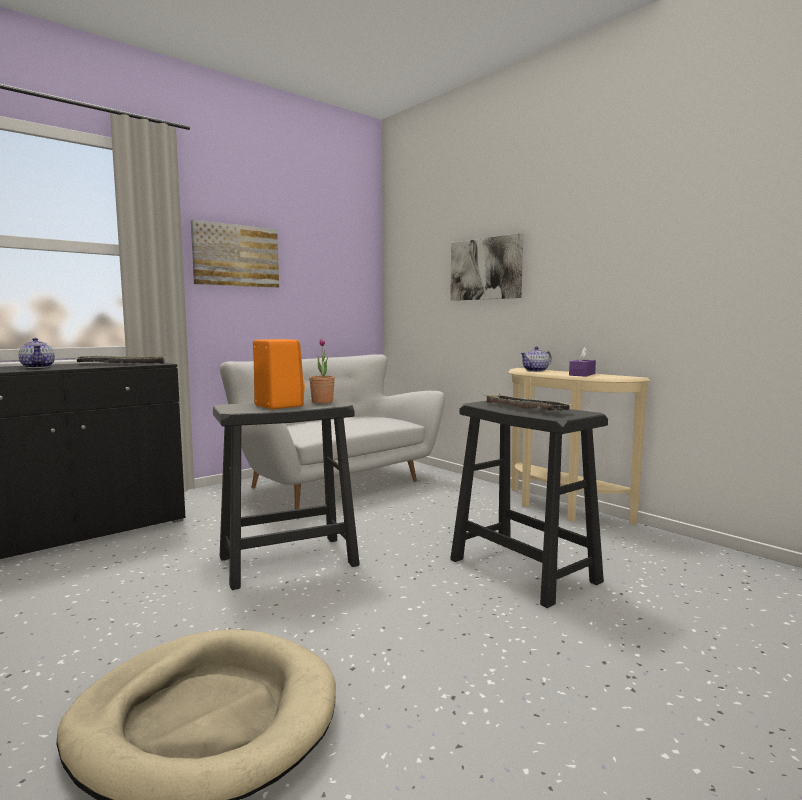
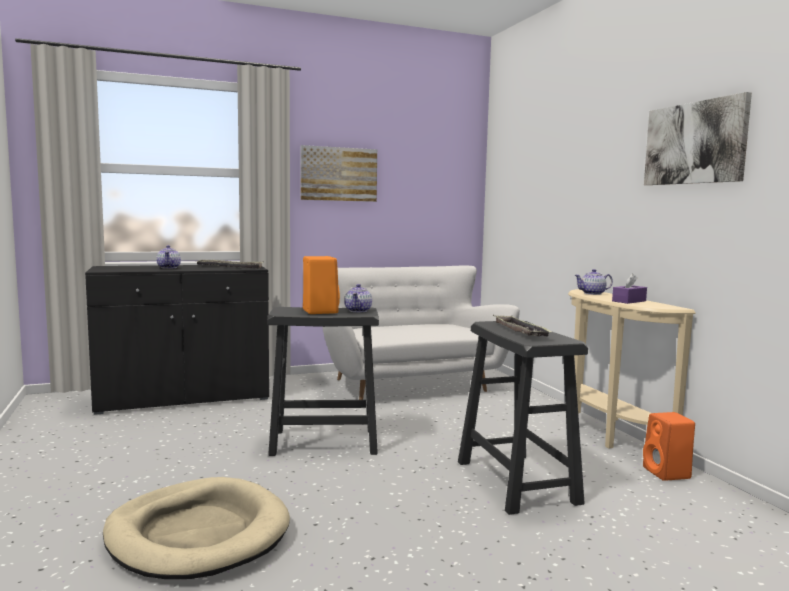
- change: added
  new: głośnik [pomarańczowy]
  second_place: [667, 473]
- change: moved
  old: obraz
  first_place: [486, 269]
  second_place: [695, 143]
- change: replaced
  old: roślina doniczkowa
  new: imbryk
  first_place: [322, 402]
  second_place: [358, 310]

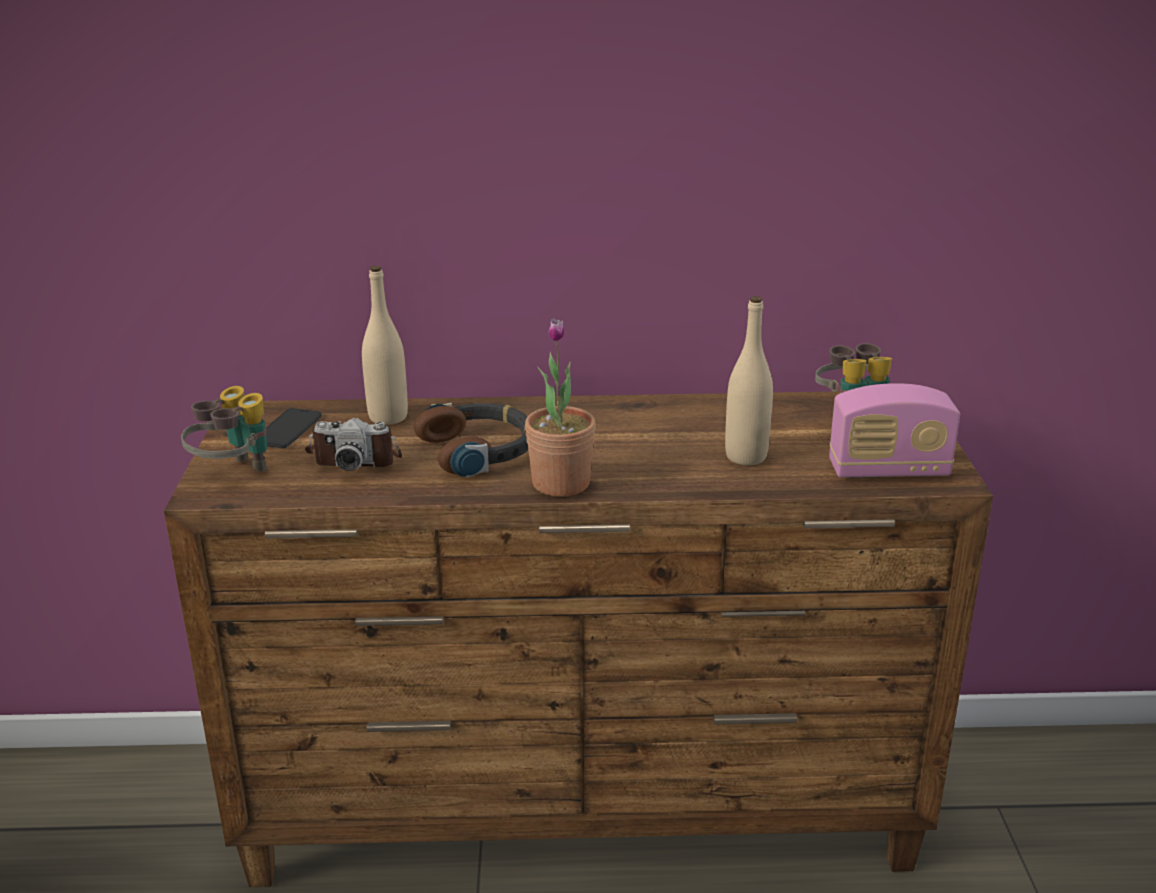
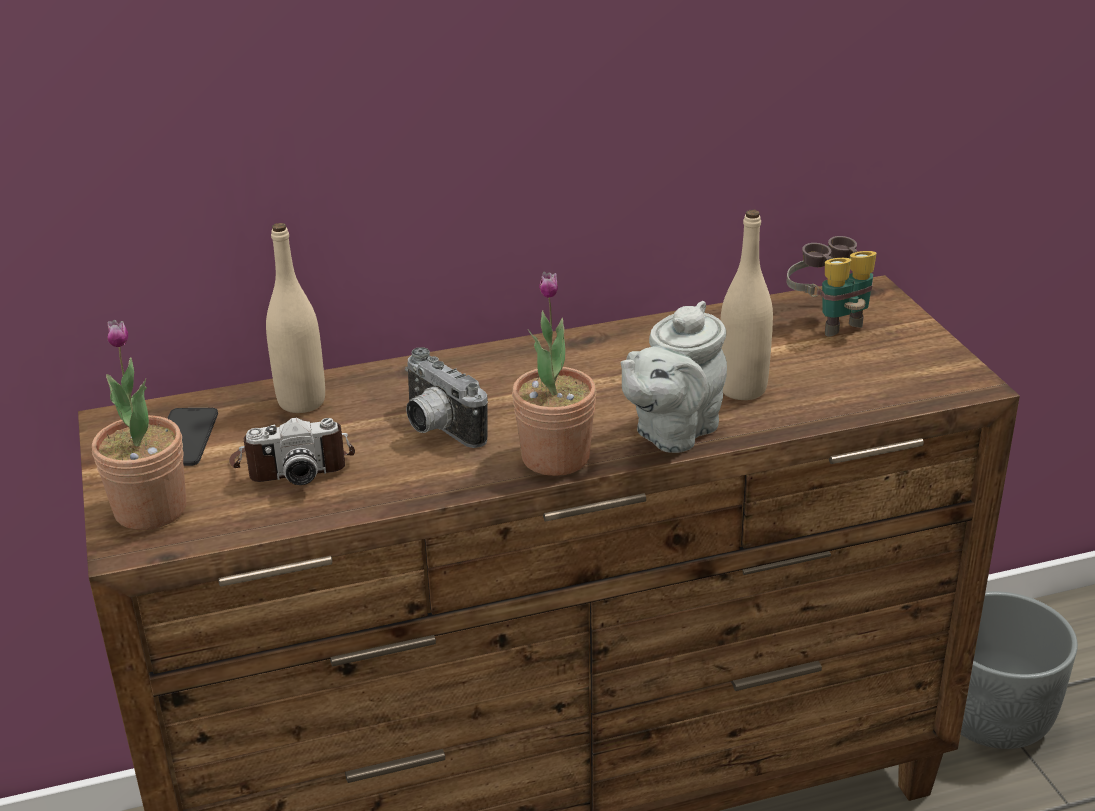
- change: removed
  old: radio
  first_place: [888, 470]
- change: added
  new: imbryk [szary]
  second_place: [672, 432]
- change: added
  new: donica [szary]
  second_place: [992, 717]
- change: replaced
  old: lornetka
  new: roślina doniczkowa
  first_place: [233, 473]
  second_place: [150, 510]
- change: replaced
  old: słuchawki
  new: aparat fotograficzny
  first_place: [479, 450]
  second_place: [437, 429]

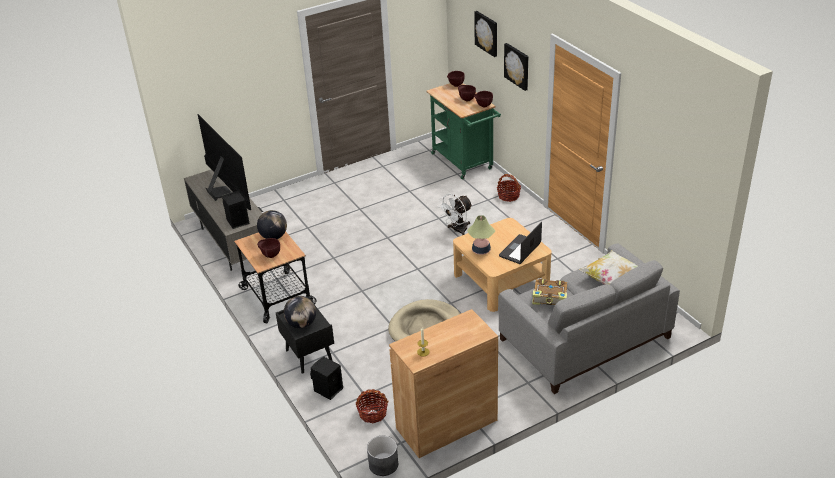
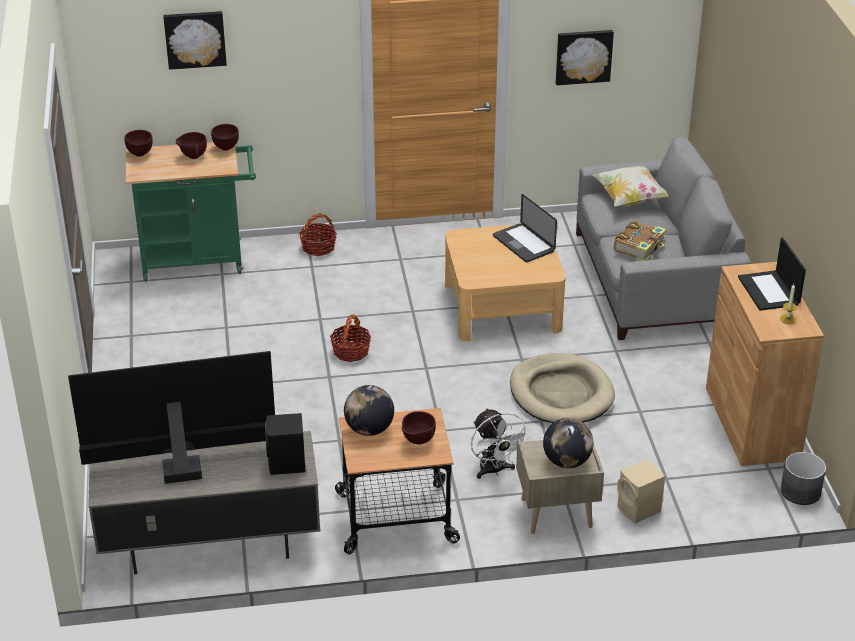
- change: removed
  old: lampa stołowa
  first_place: [481, 250]
- change: added
  new: laptop
  second_place: [769, 291]
- change: moved
  old: koszyk
  first_place: [372, 413]
  second_place: [351, 351]
- change: moved
  old: wentylator [biały]
  first_place: [457, 230]
  second_place: [494, 471]
- change: moved
  old: obraz
  first_place: [517, 66]
  second_place: [583, 56]
- change: recoloured
  old: szafka nocna [czarny]
  new: szafka nocna [beżowy]
  first_place: [308, 355]
  second_place: [555, 514]
- change: recoloured
  old: głośnik [czarny]
  new: głośnik [beżowy]
  first_place: [327, 390]
  second_place: [639, 510]

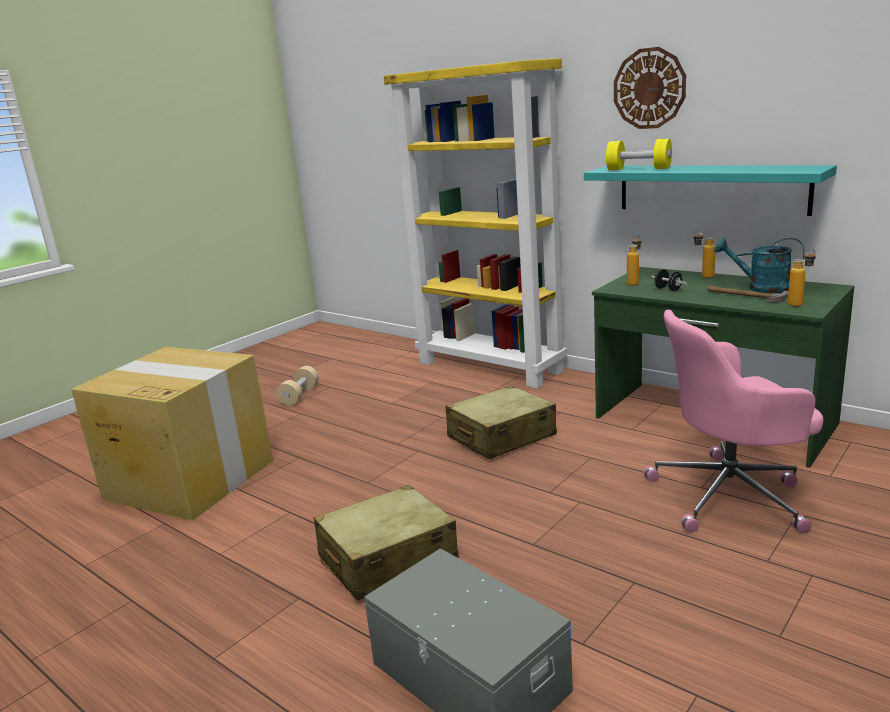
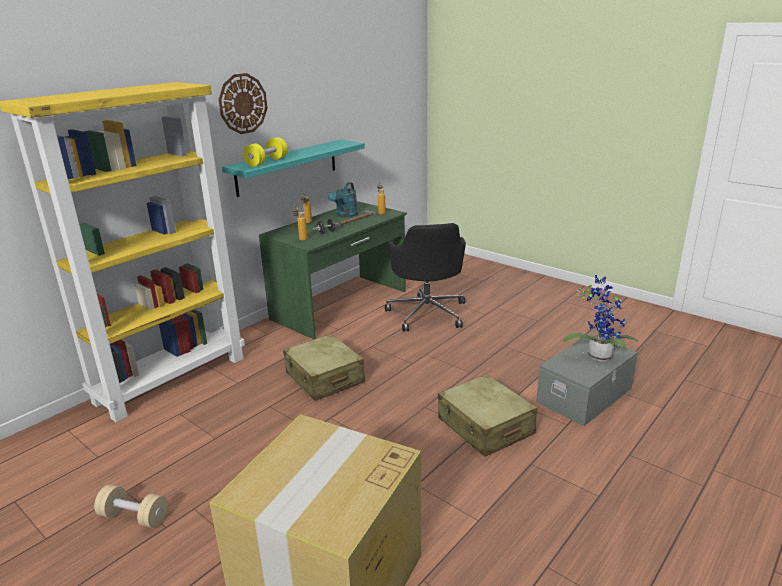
- change: added
  new: roślina doniczkowa
  second_place: [598, 354]
- change: recoloured
  old: krzesło biurowe [różowy]
  new: krzesło biurowe [czarny]
  first_place: [731, 495]
  second_place: [427, 313]

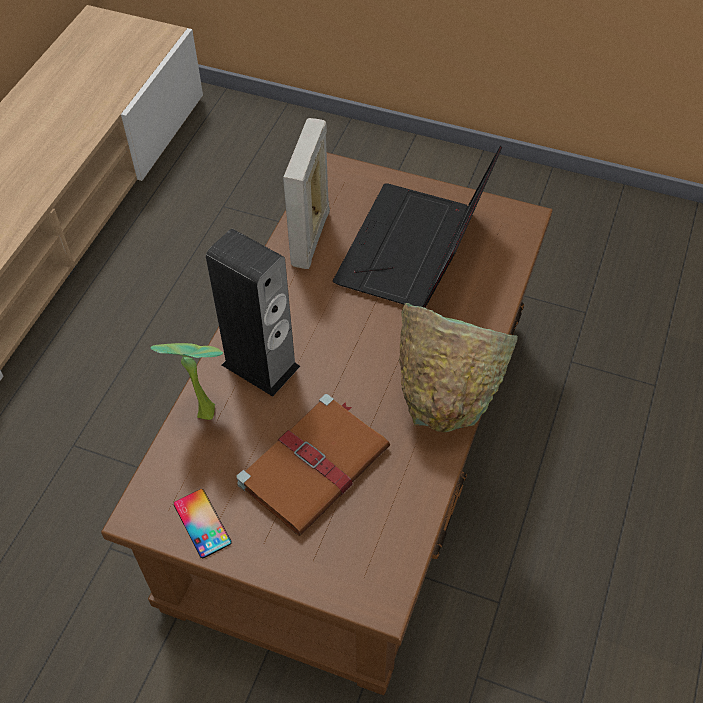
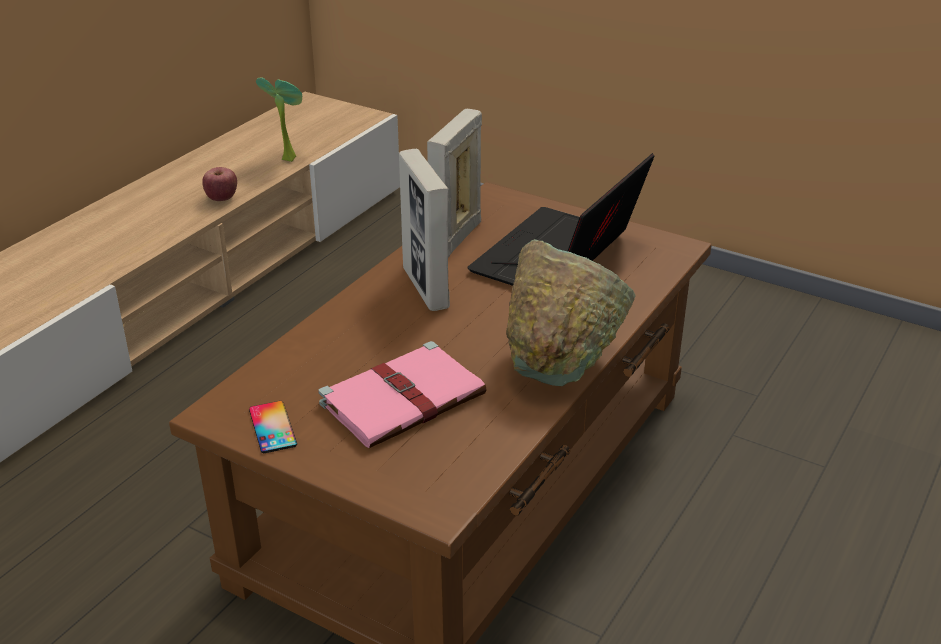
- change: removed
  old: głośnik
  first_place: [260, 365]
- change: added
  new: jabłko
  second_place: [222, 198]
- change: added
  new: ramka na zdjęcie
  second_place: [425, 288]
- change: moved
  old: roślina doniczkowa
  first_place: [203, 409]
  second_place: [288, 157]
- change: recoloured
  old: książka [brązowy]
  new: książka [różowy]
  first_place: [316, 464]
  second_place: [405, 398]

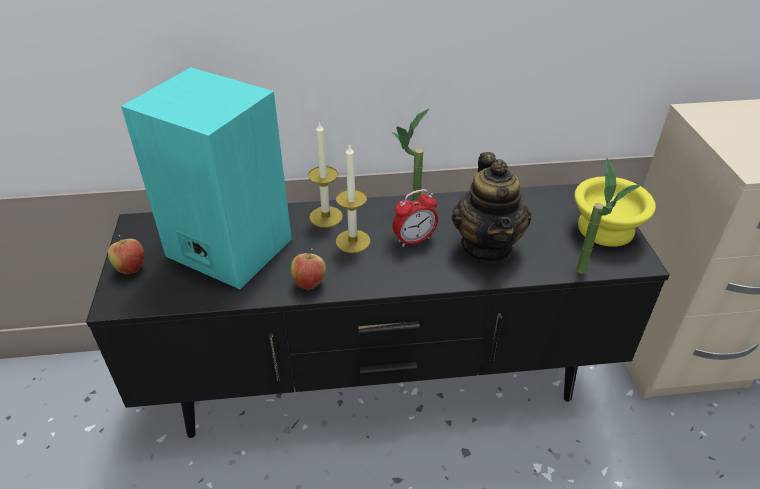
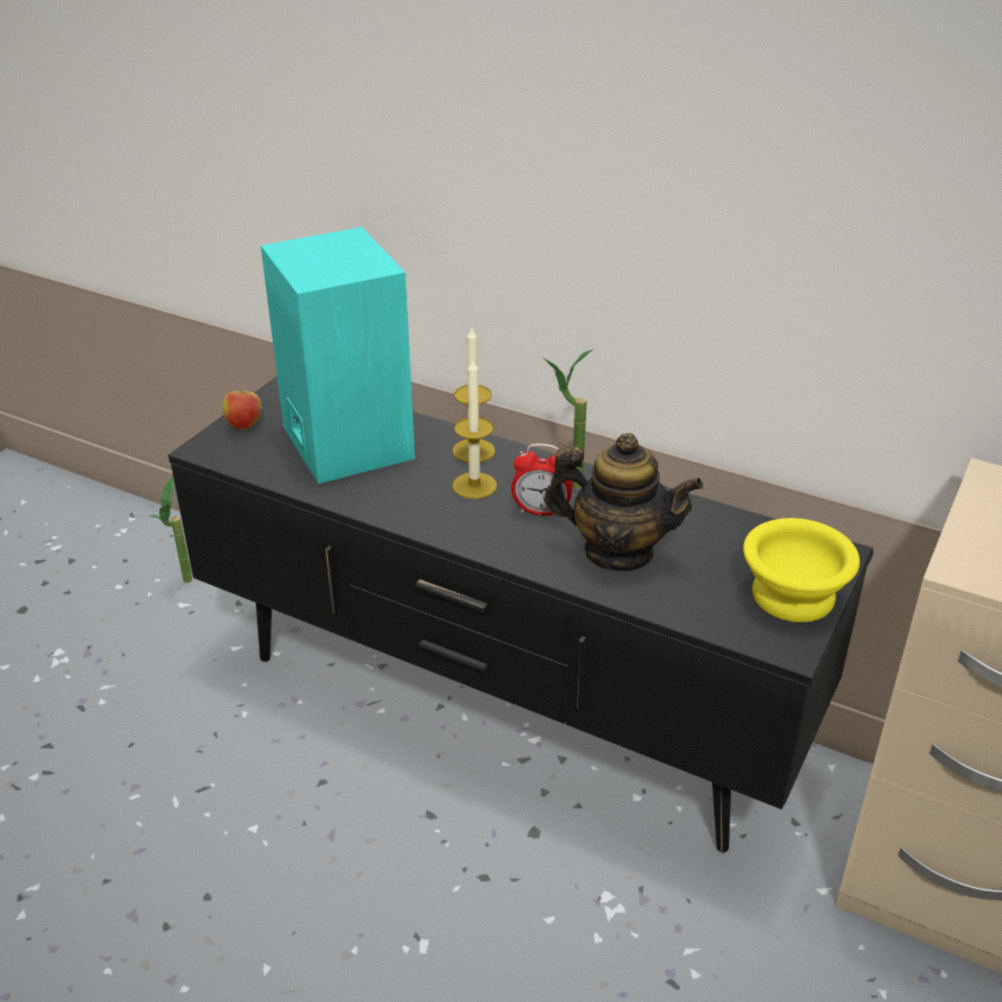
- change: removed
  old: jabłko
  first_place: [309, 283]
- change: moved
  old: roślina doniczkowa
  first_place: [587, 276]
  second_place: [185, 586]
- change: turned
  old: imbryk
  first_place: [487, 246]
  second_place: [618, 551]
  degrees: -105

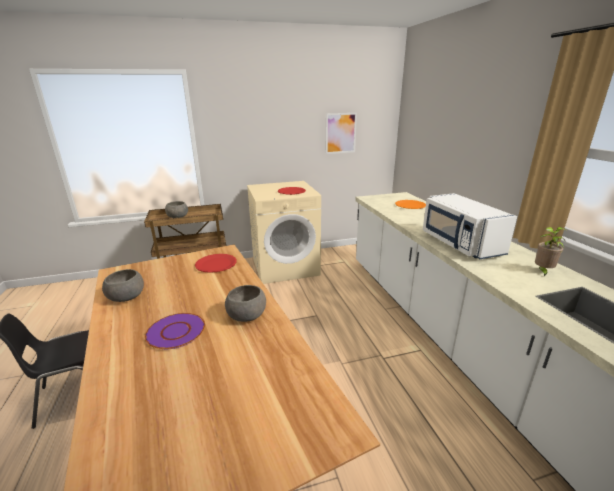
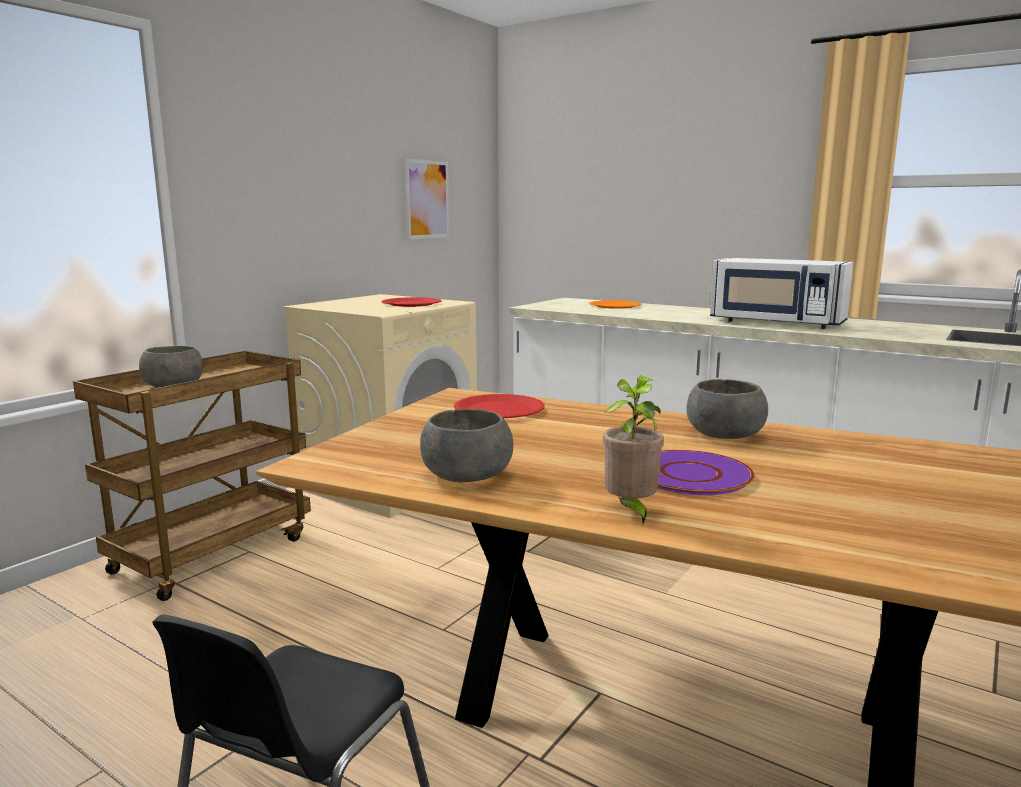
- change: moved
  old: roślina doniczkowa
  first_place: [542, 271]
  second_place: [630, 511]

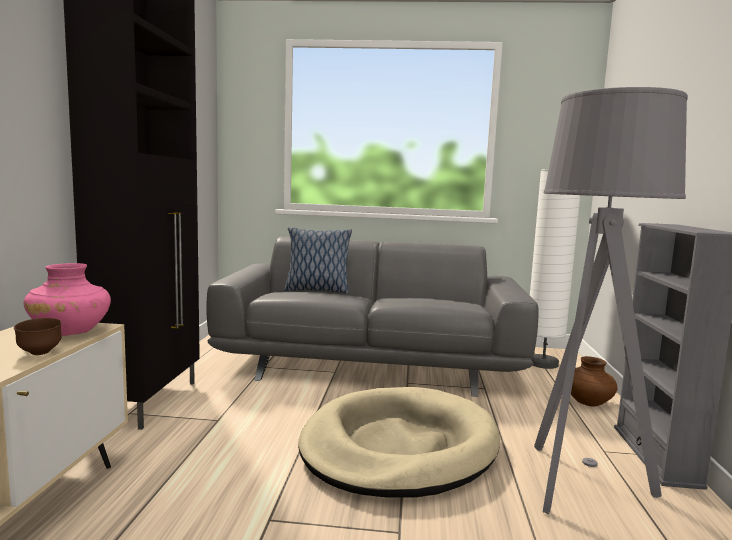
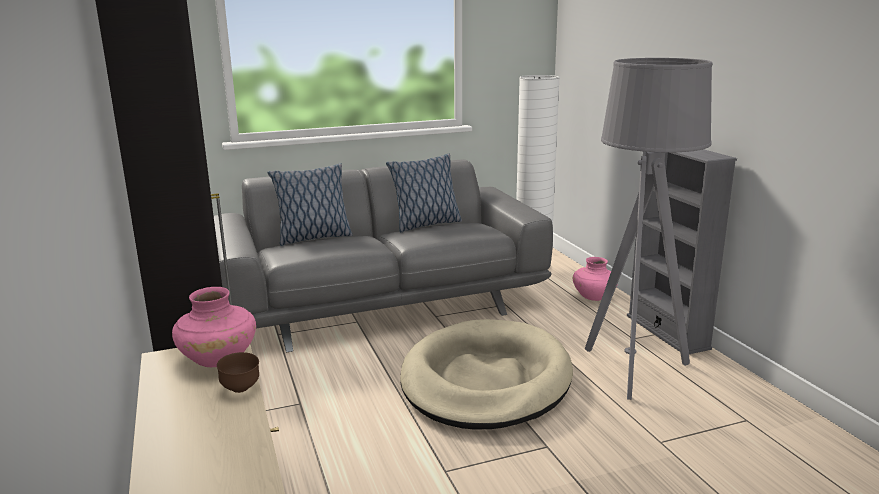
- change: added
  new: poduszka
  second_place: [426, 225]
- change: recoloured
  old: wazon [brązowy]
  new: wazon [różowy]
  first_place: [588, 402]
  second_place: [594, 297]

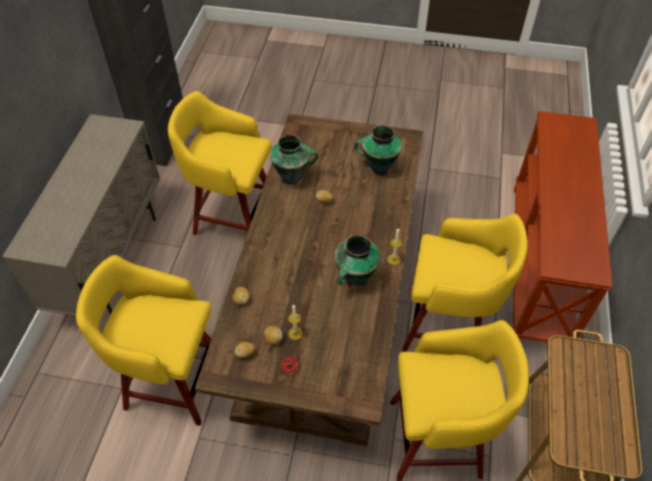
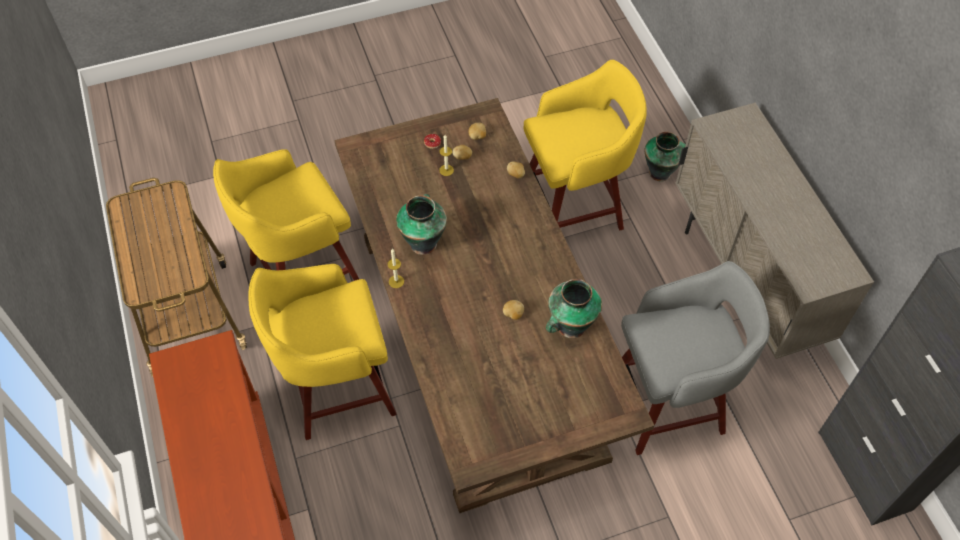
- change: moved
  old: wazon
  first_place: [378, 168]
  second_place: [661, 172]
- change: recoloured
  old: stołek [żółty]
  new: stołek [szary]
  first_place: [232, 216]
  second_place: [670, 403]

